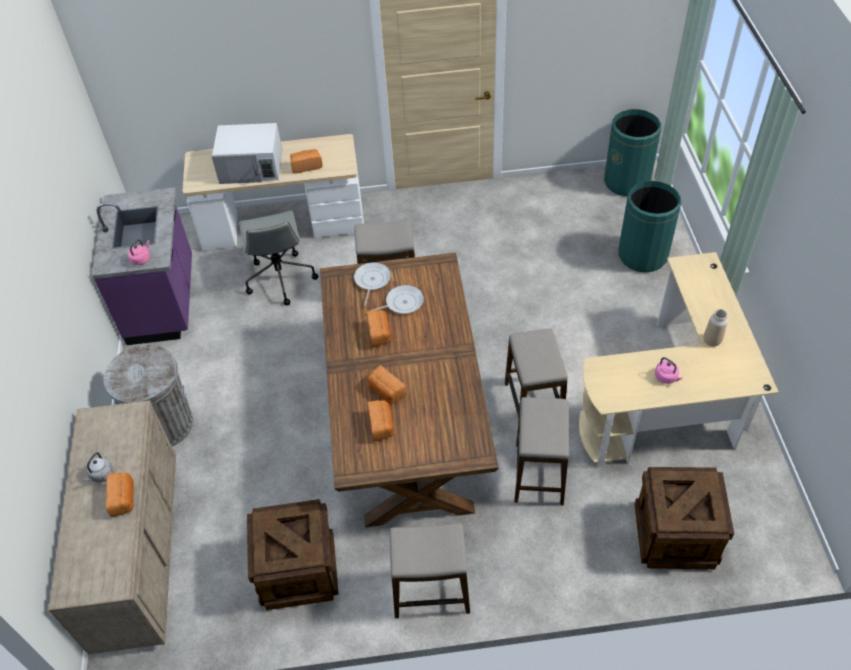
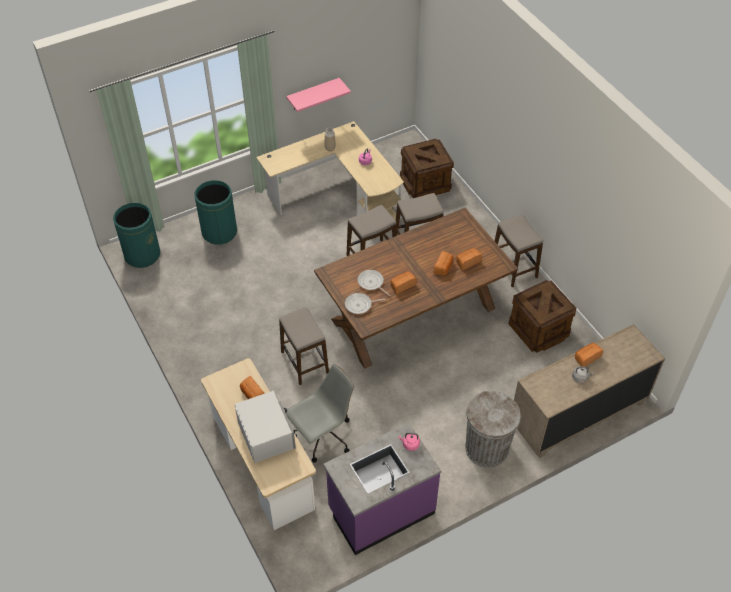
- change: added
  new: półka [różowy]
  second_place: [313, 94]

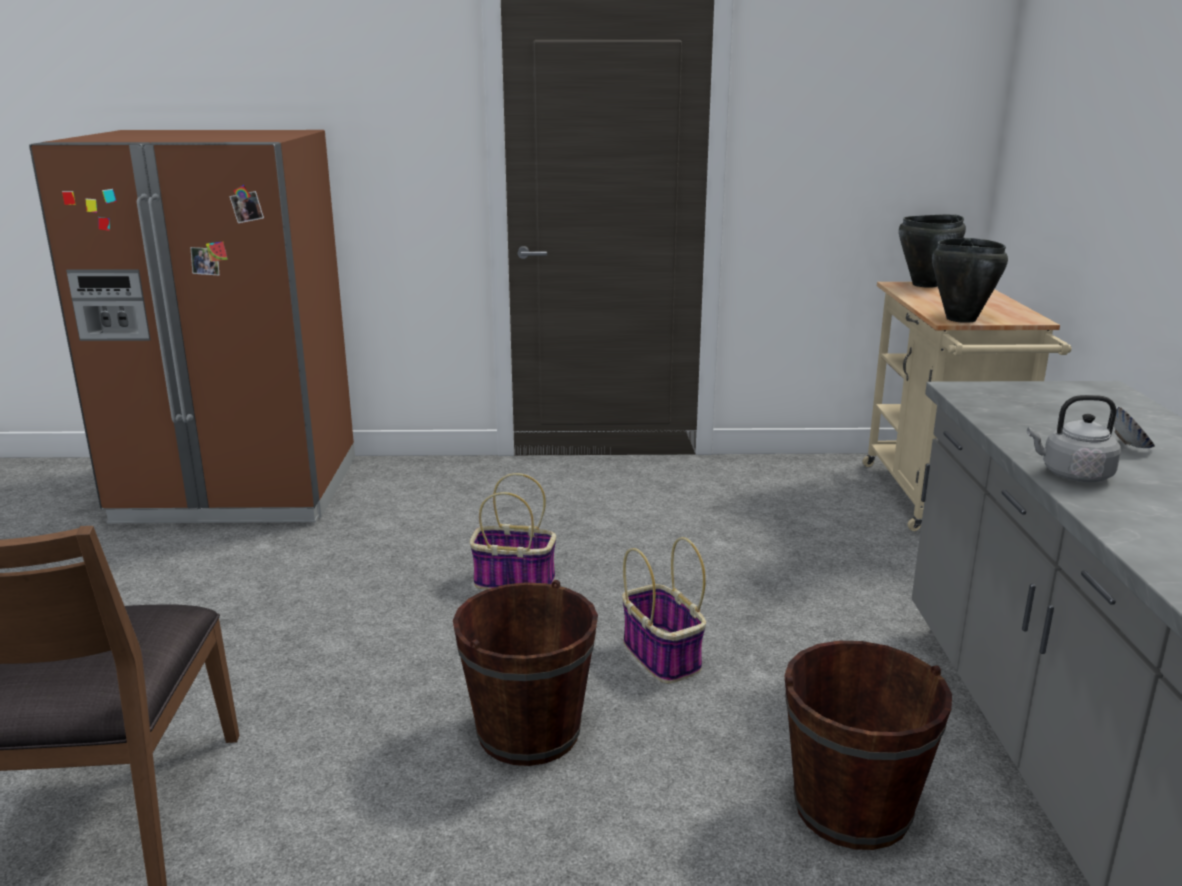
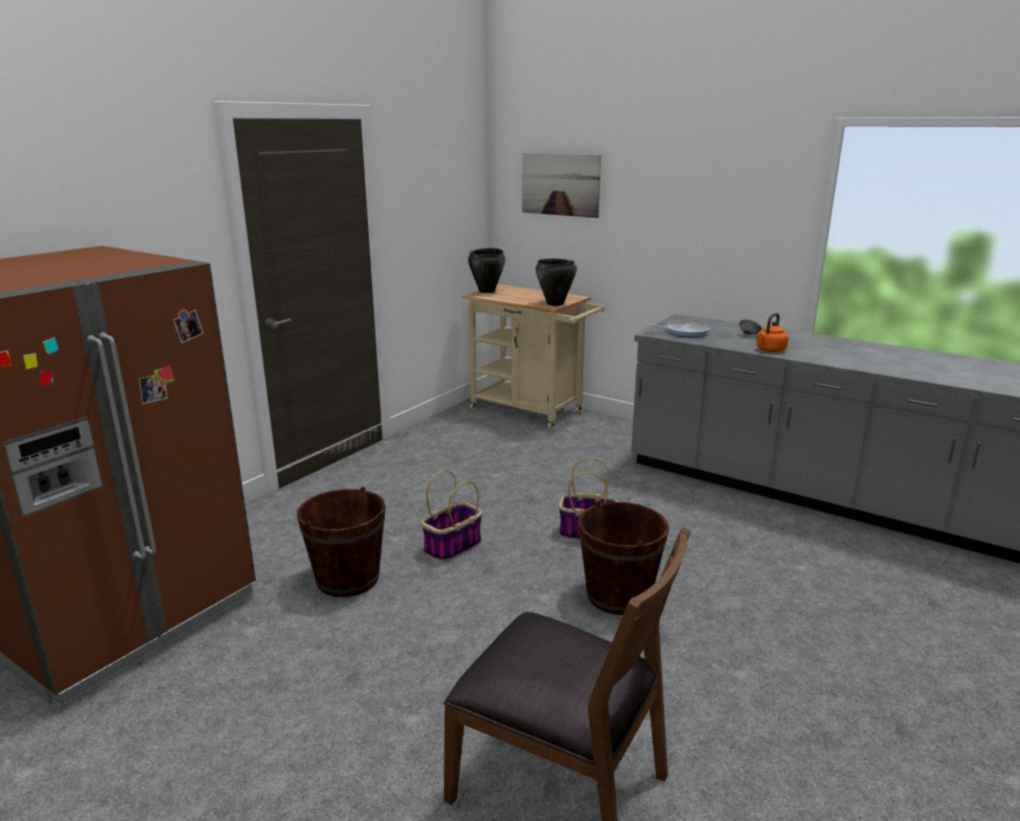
- change: added
  new: obraz
  second_place: [560, 184]
- change: added
  new: patelnia
  second_place: [684, 332]
- change: moved
  old: wiadro [brązowy]
  first_place: [852, 809]
  second_place: [348, 579]
- change: recoloured
  old: czajnik [szary]
  new: czajnik [pomarańczowy]
  first_place: [1072, 475]
  second_place: [770, 350]

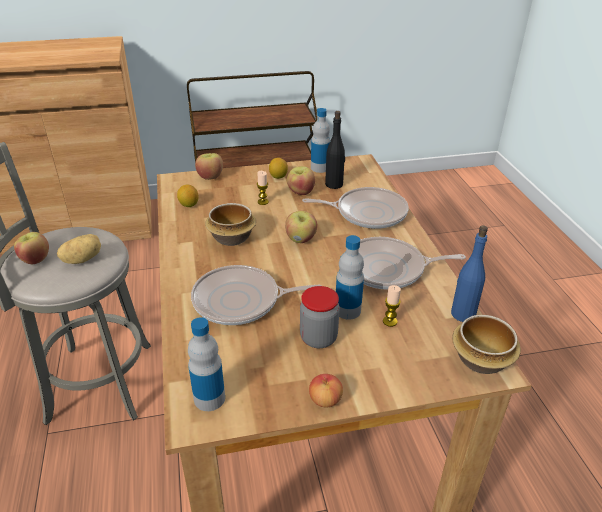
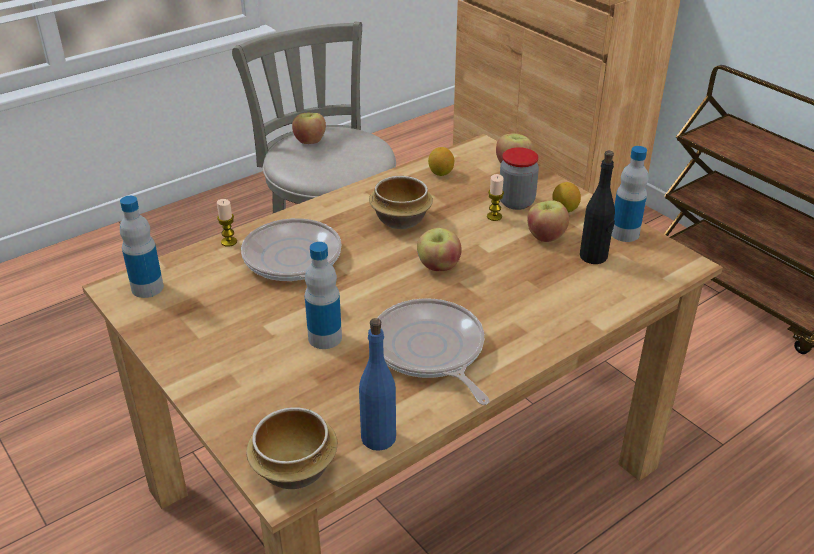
- change: removed
  old: ziemniak
  first_place: [82, 259]
- change: removed
  old: patelnia
  first_place: [367, 213]
- change: removed
  old: jabłko
  first_place: [325, 400]
- change: moved
  old: słoik
  first_place: [318, 338]
  second_place: [516, 202]
- change: moved
  old: świeca
  first_place: [390, 321]
  second_place: [229, 242]

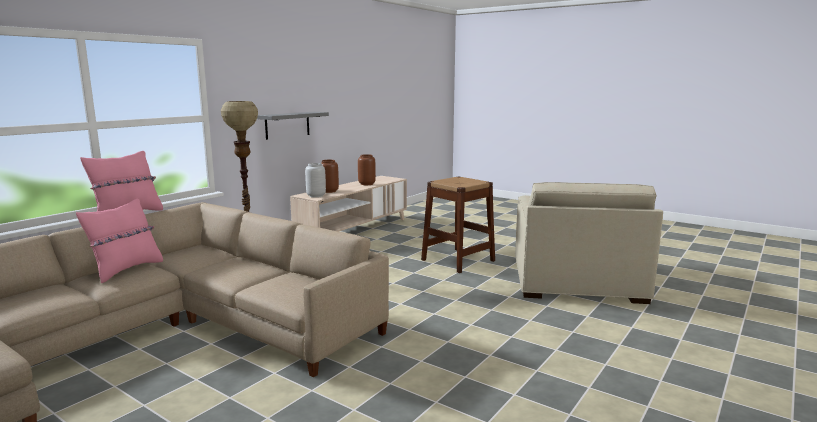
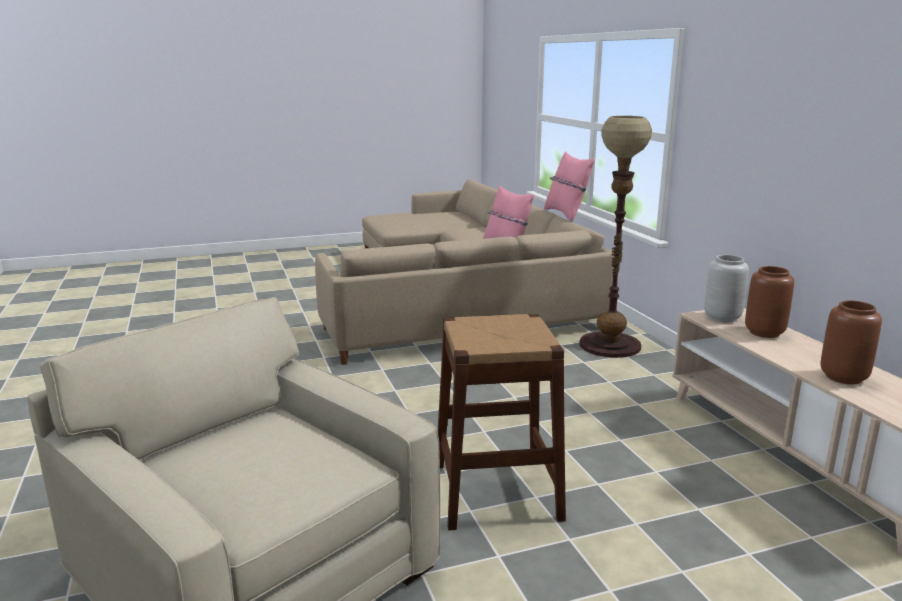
- change: removed
  old: półka [szary]
  first_place: [287, 125]

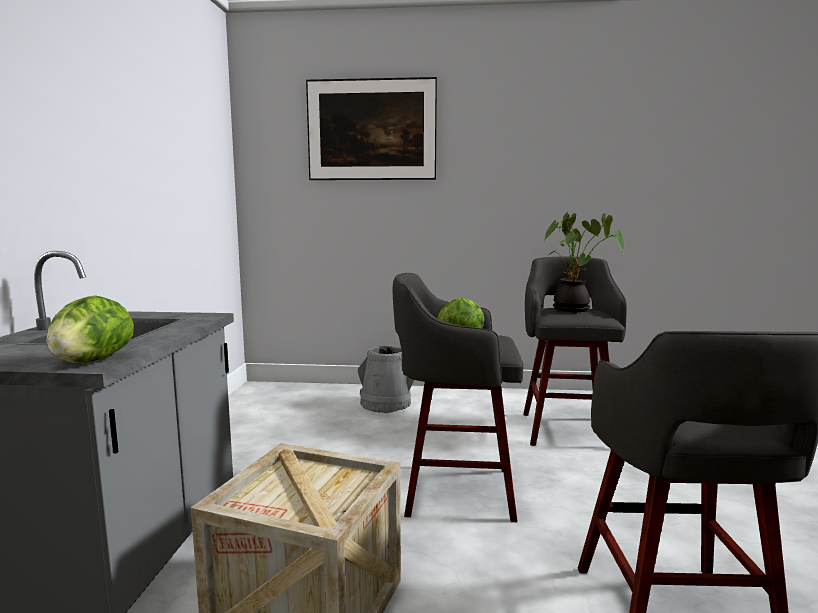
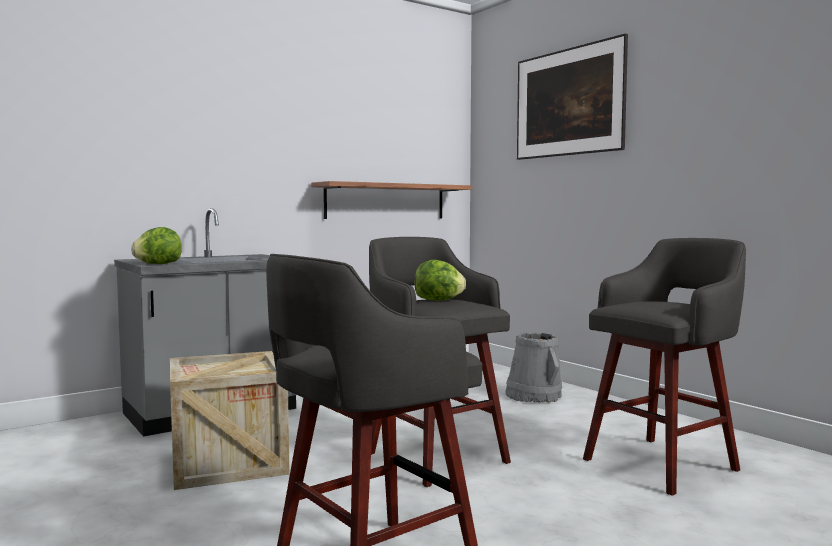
- change: removed
  old: roślina doniczkowa
  first_place: [574, 309]
- change: added
  new: półka
  second_place: [386, 201]

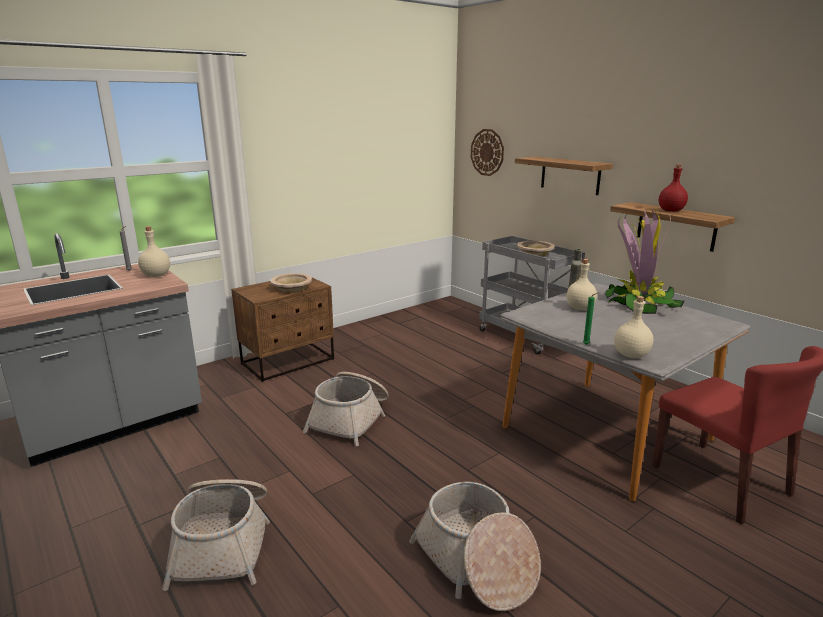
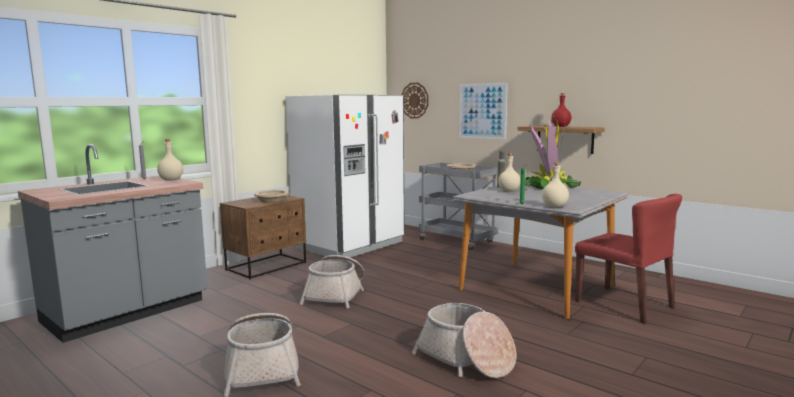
- change: added
  new: lodówka [biały]
  second_place: [349, 245]
- change: replaced
  old: półka
  new: obraz
  first_place: [570, 175]
  second_place: [482, 111]

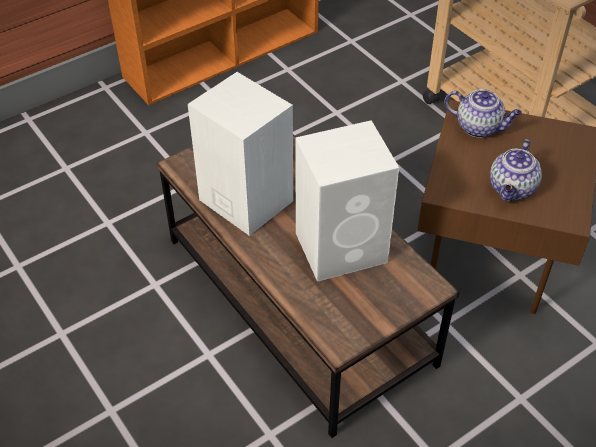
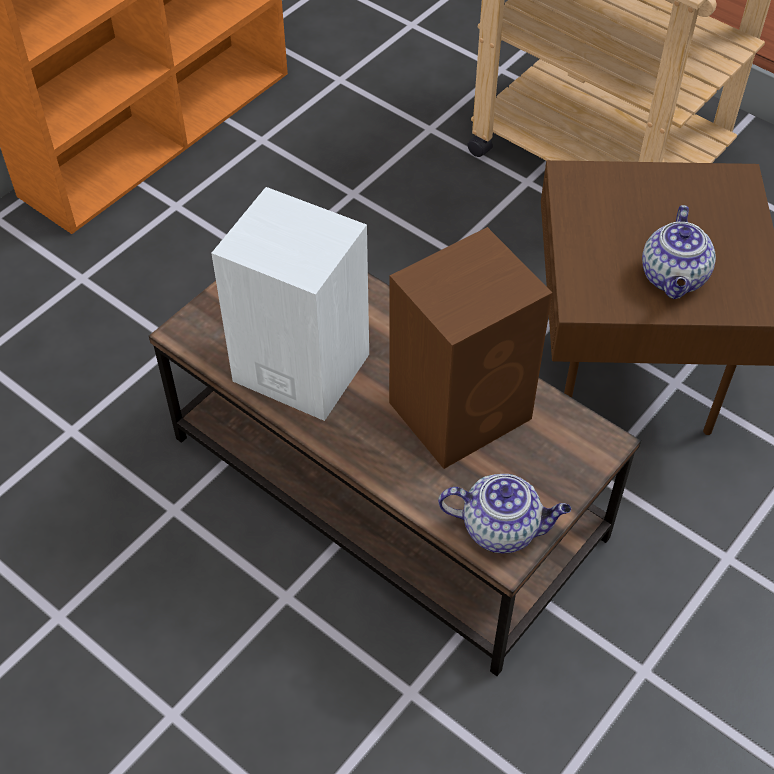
- change: moved
  old: imbryk
  first_place: [479, 127]
  second_place: [502, 528]
- change: recoloured
  old: głośnik [biały]
  new: głośnik [brązowy]
  first_place: [343, 247]
  second_place: [463, 409]

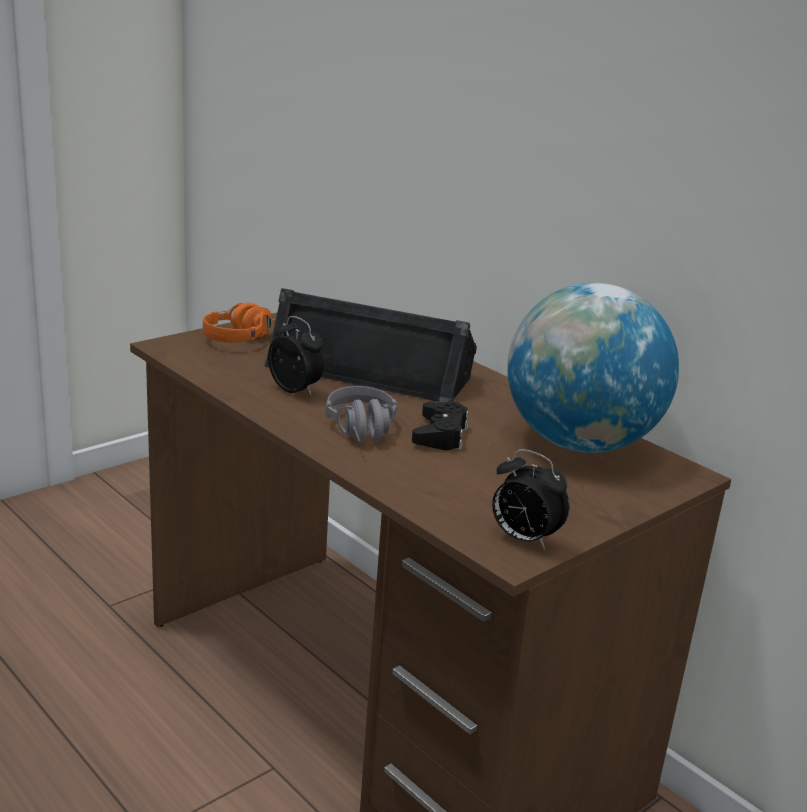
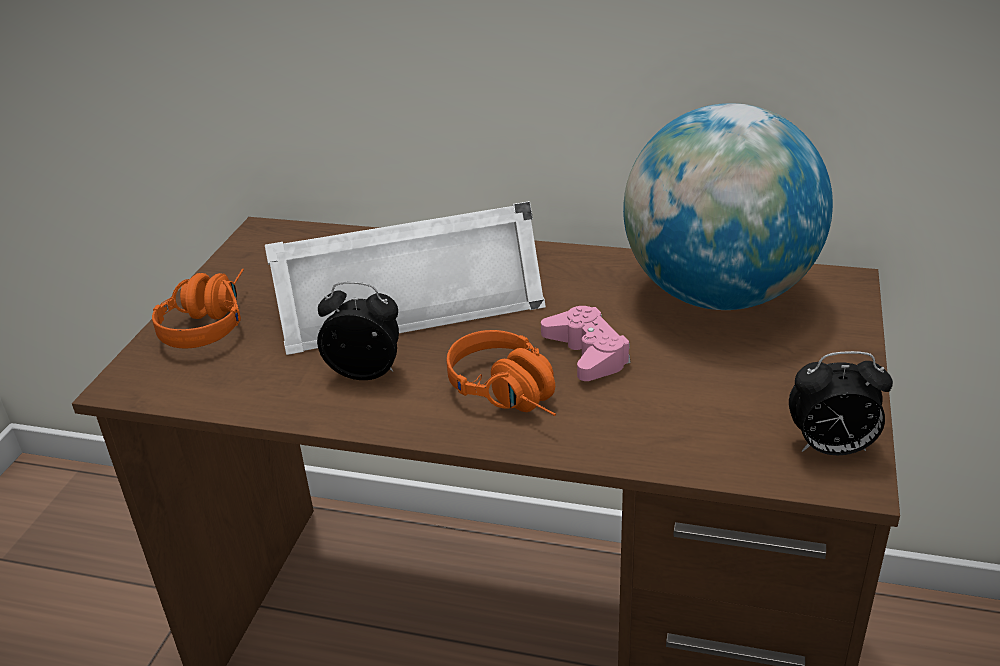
- change: recoloured
  old: głośnik [czarny]
  new: głośnik [biały]
  first_place: [371, 370]
  second_place: [408, 300]
- change: recoloured
  old: słuchawki [szary]
  new: słuchawki [pomarańczowy]
  first_place: [363, 433]
  second_place: [513, 395]
- change: recoloured
  old: pad do gier [czarny]
  new: pad do gier [różowy]
  first_place: [440, 434]
  second_place: [587, 353]

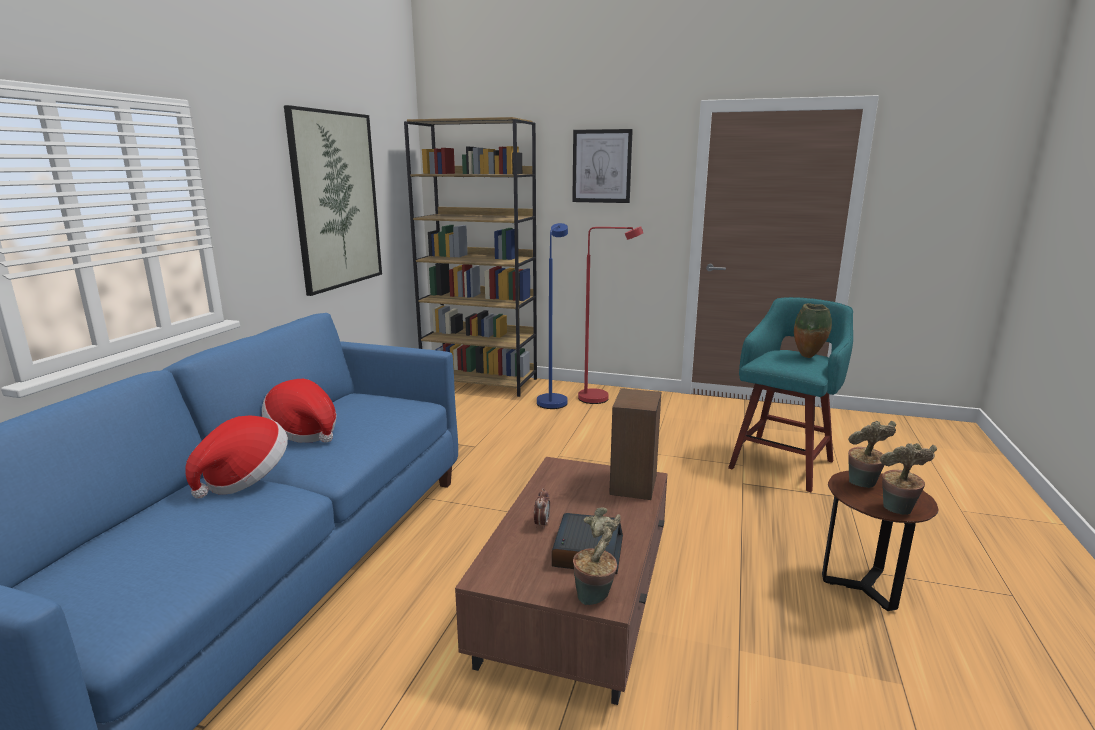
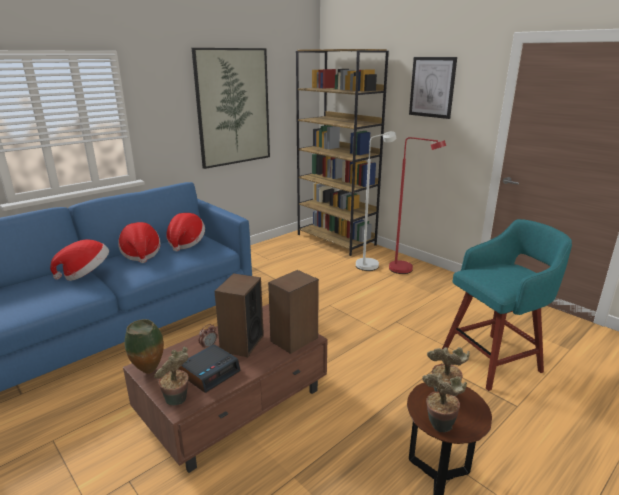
- change: added
  new: kapelusz
  second_place: [186, 243]
- change: added
  new: głośnik
  second_place: [242, 343]
- change: moved
  old: wazon
  first_place: [808, 357]
  second_place: [149, 372]
- change: recoloured
  old: lampa stojąca [niebieski]
  new: lampa stojąca [biały]
  first_place: [553, 400]
  second_place: [370, 263]

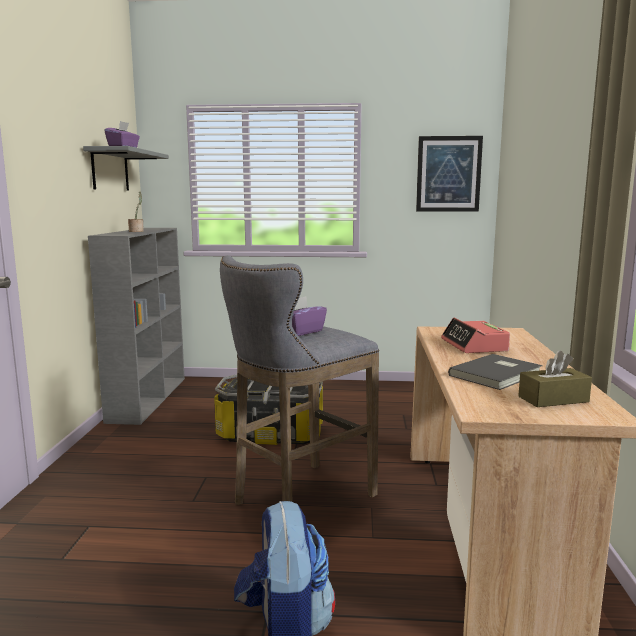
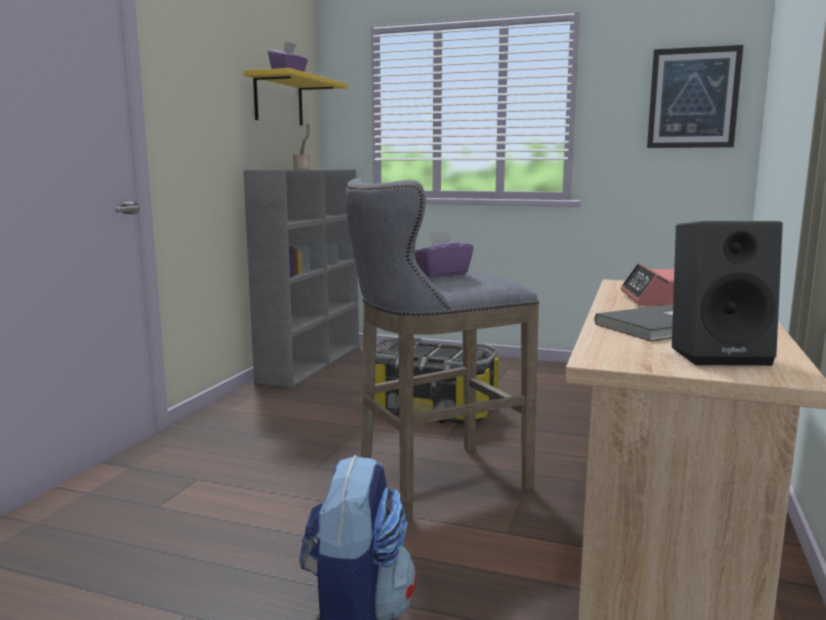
- change: replaced
  old: pudełko chusteczek [brązowy]
  new: głośnik [czarny]
  first_place: [553, 399]
  second_place: [719, 355]
- change: recoloured
  old: półka [szary]
  new: półka [żółty]
  first_place: [110, 170]
  second_place: [278, 100]

